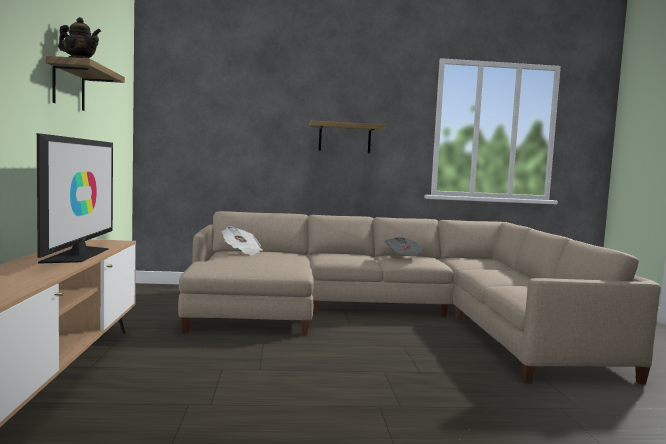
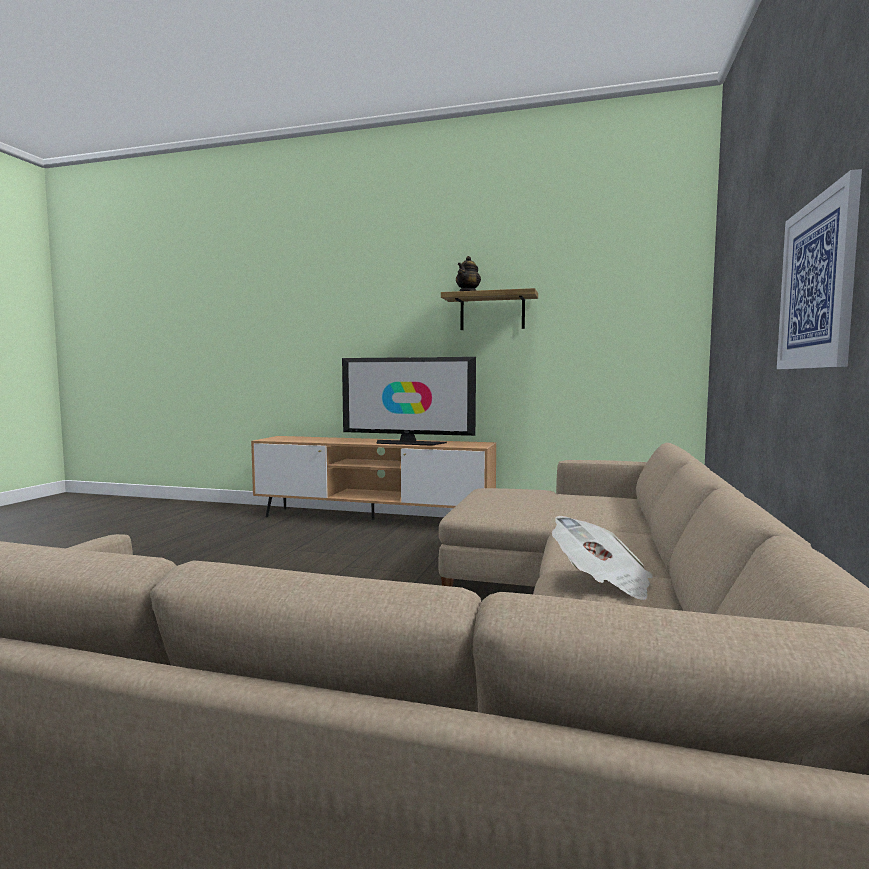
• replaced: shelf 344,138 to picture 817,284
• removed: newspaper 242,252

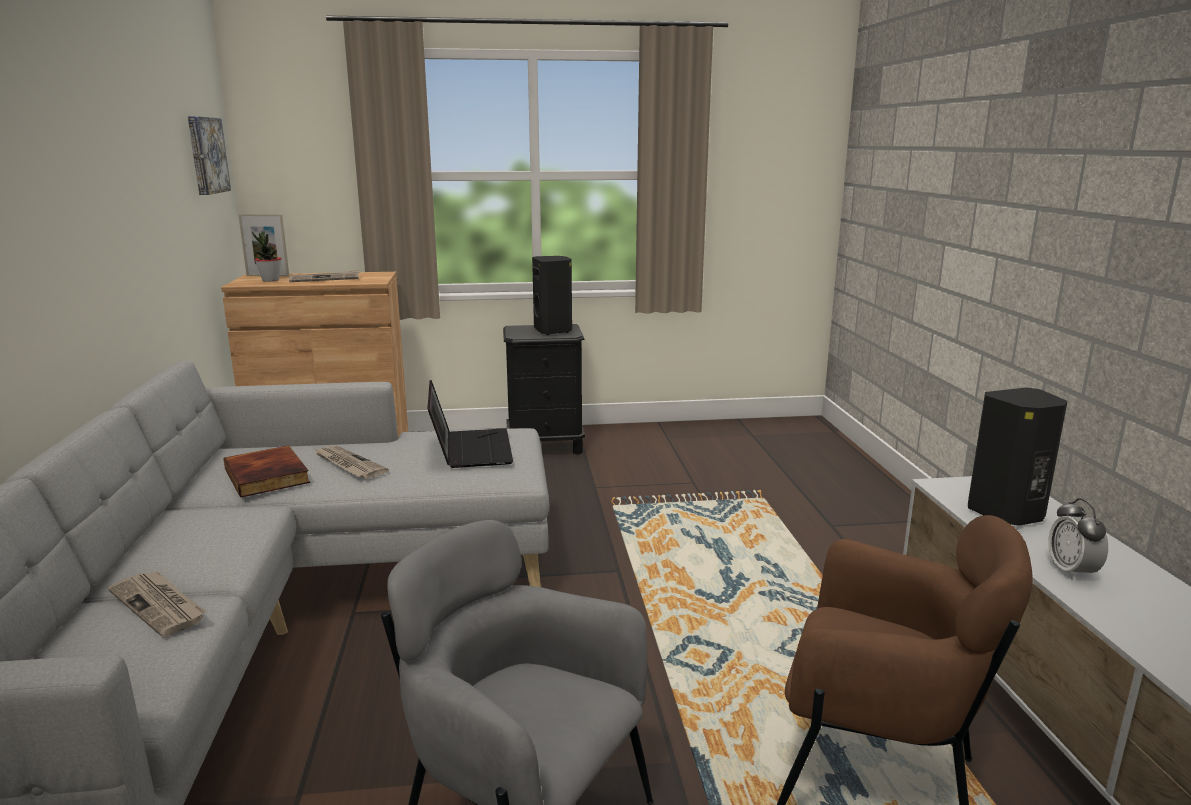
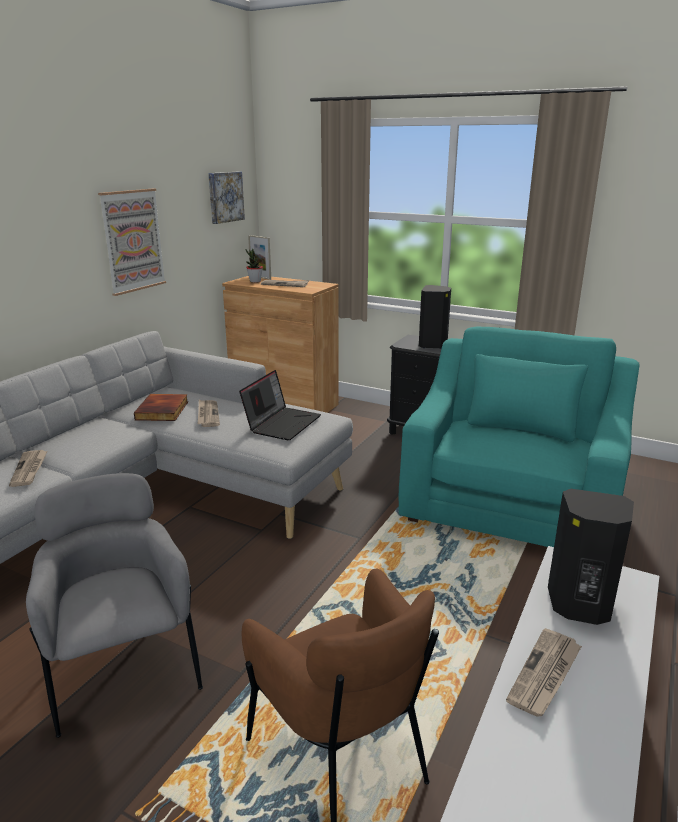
• added: picture 133,241
• added: turquoise armchair 511,501
• replaced: alarm clock 1071,571 to newspaper 545,675

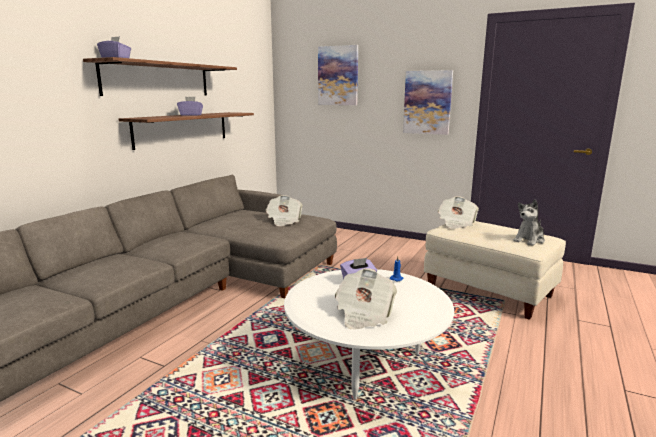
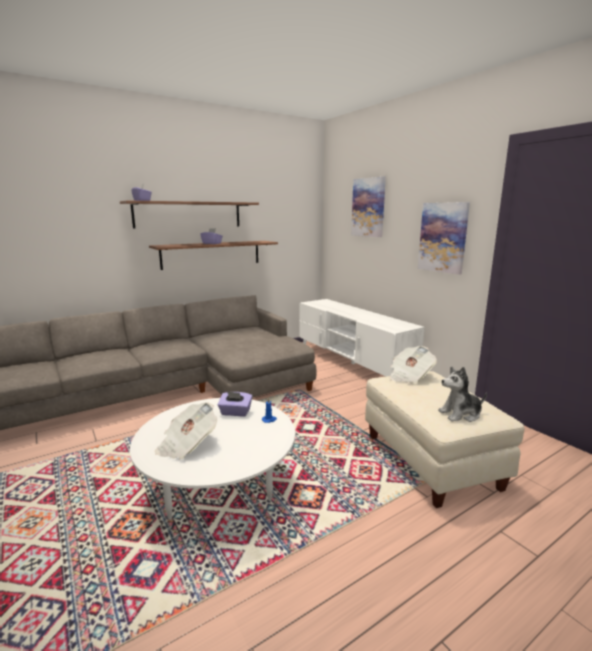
• added: white tv stand 352,364
• removed: newspaper 284,220

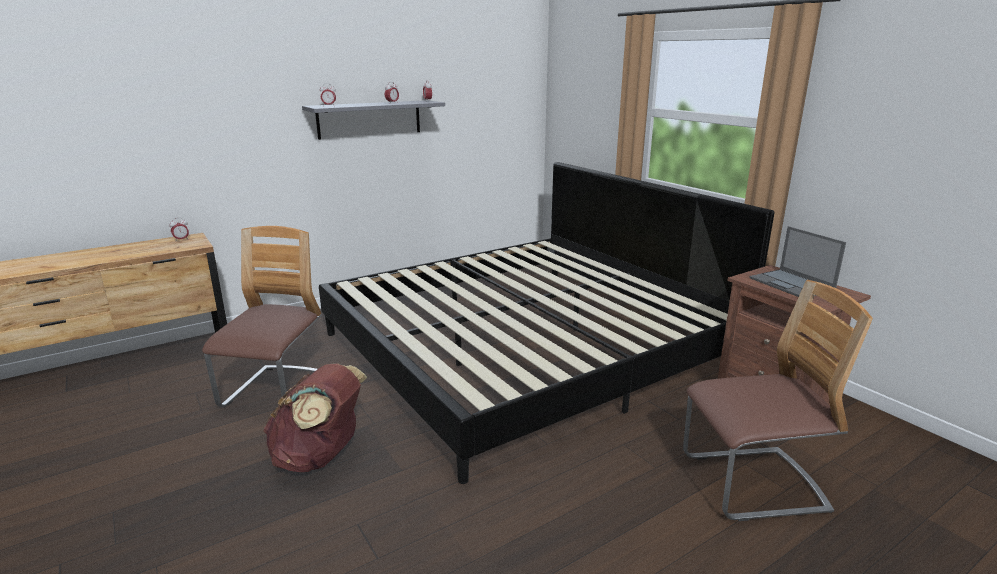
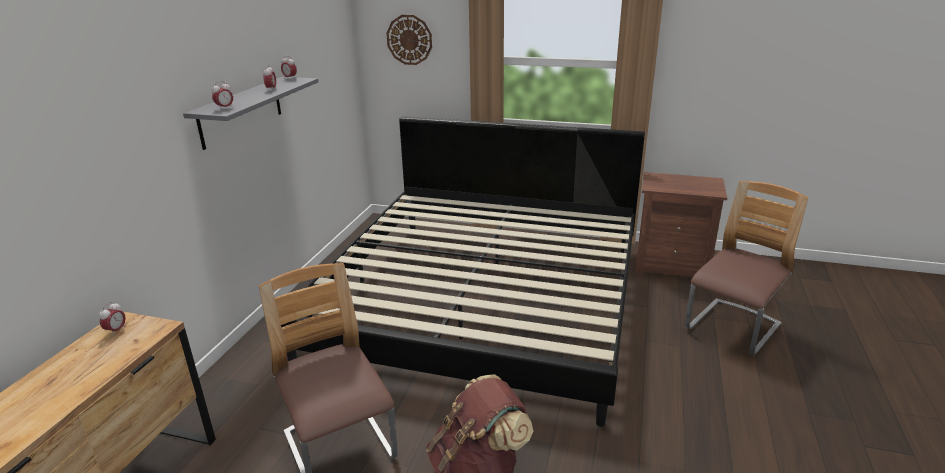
• added: wall clock 409,40
• removed: laptop 792,284

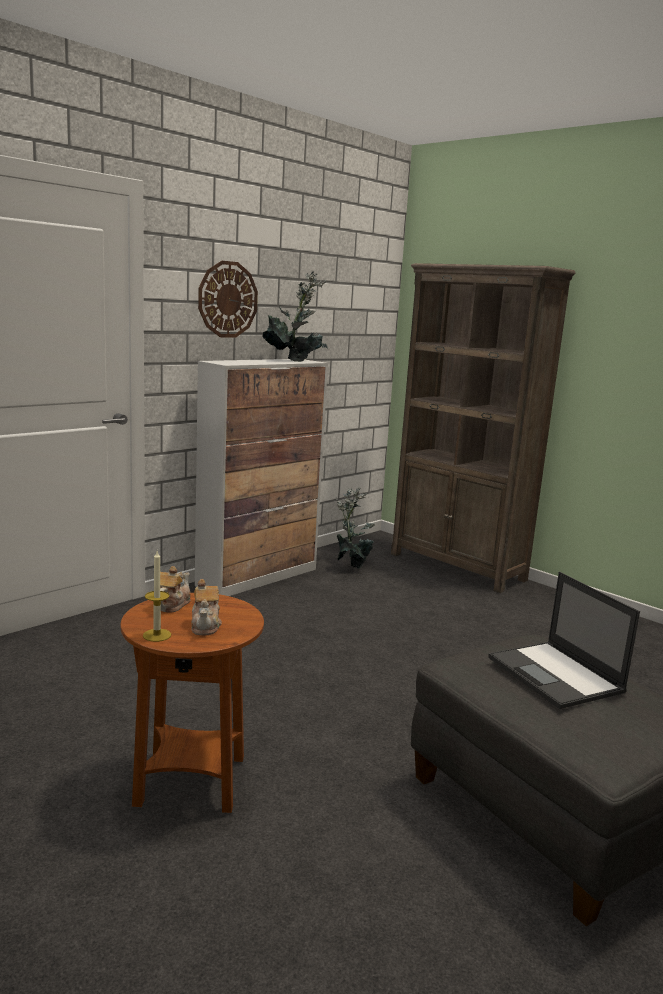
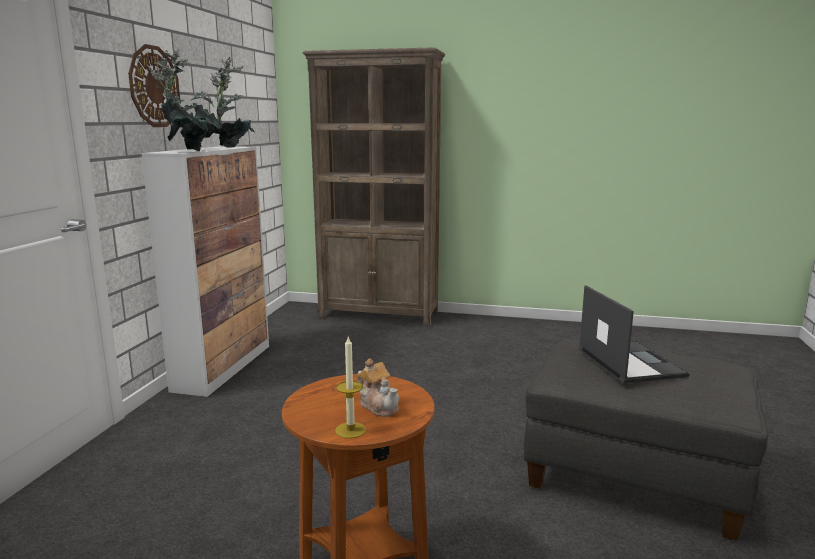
• moved: potted plant 351,565 to 186,151
• turned: laptop 556,675 = 629,362 135 degrees counterclockwise
• removed: teapot 171,605

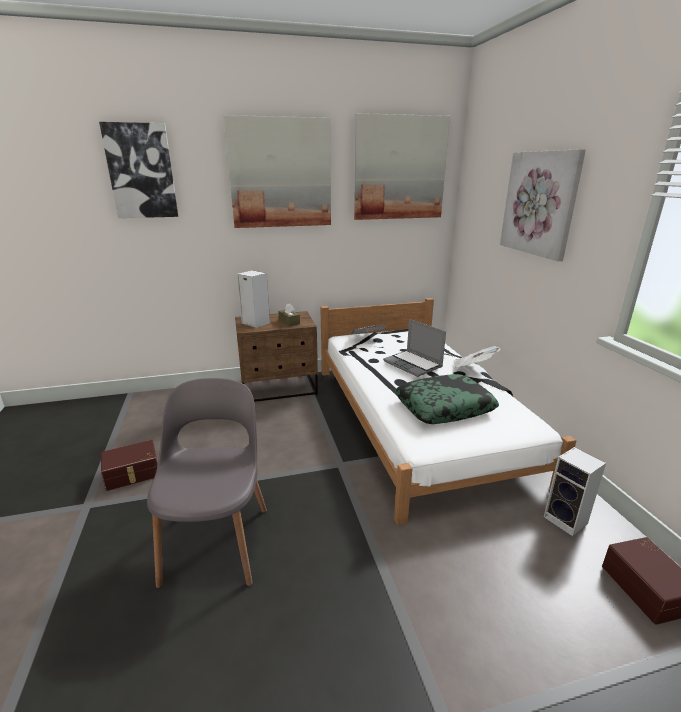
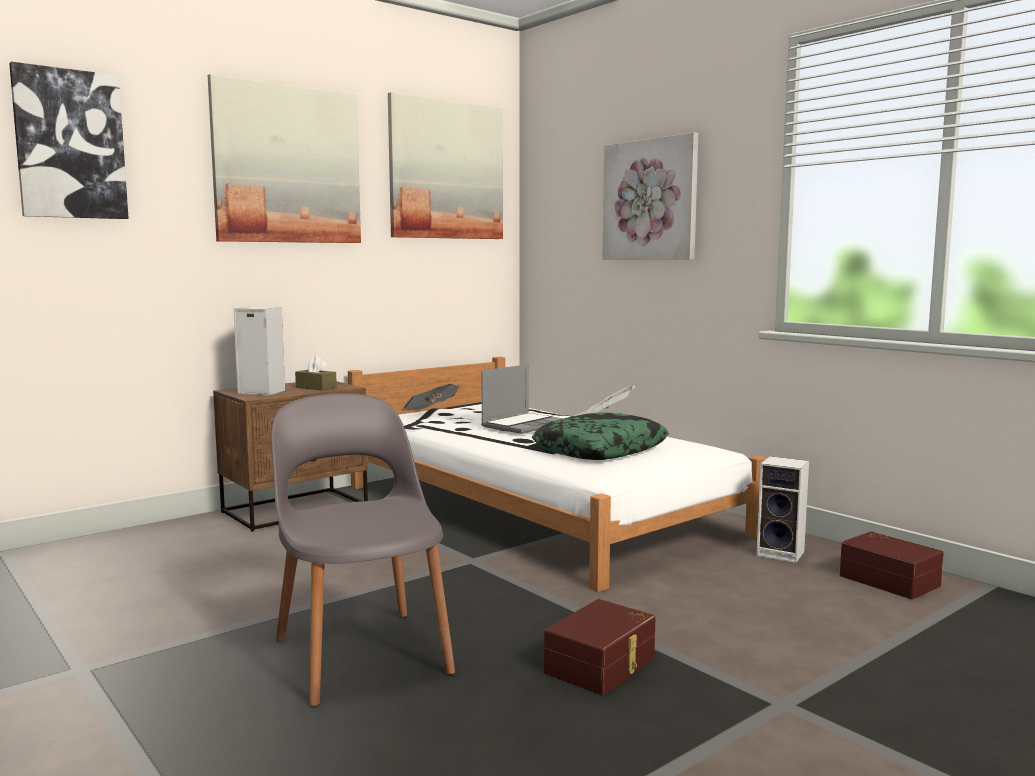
• turned: laptop 413,364 = 523,425 75 degrees counterclockwise
• moved: brown storage box 132,474 to 602,666

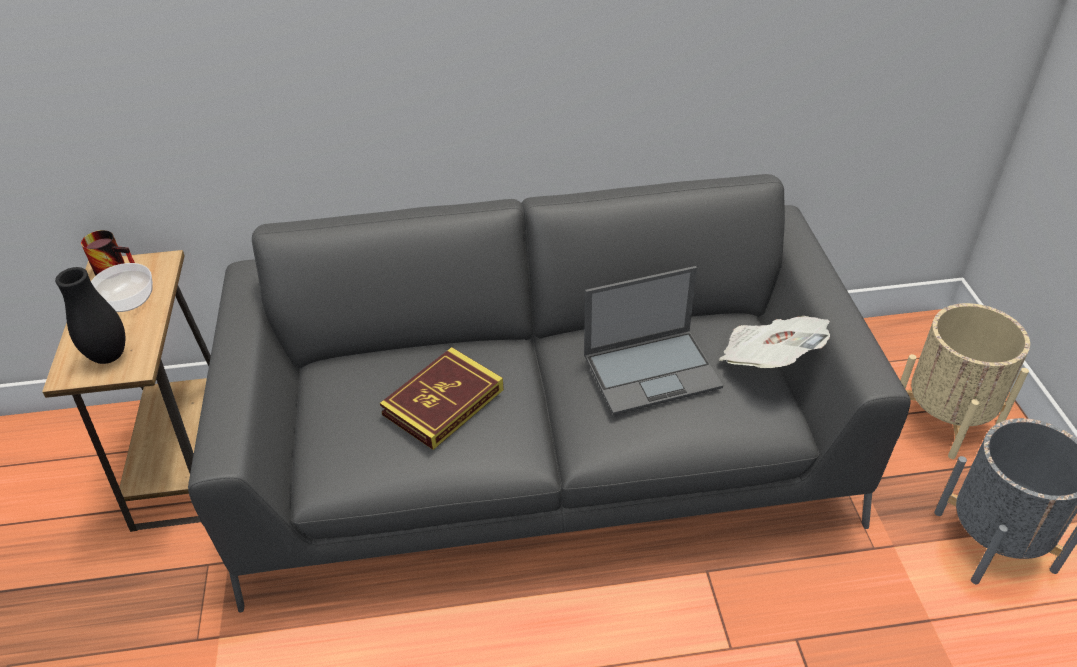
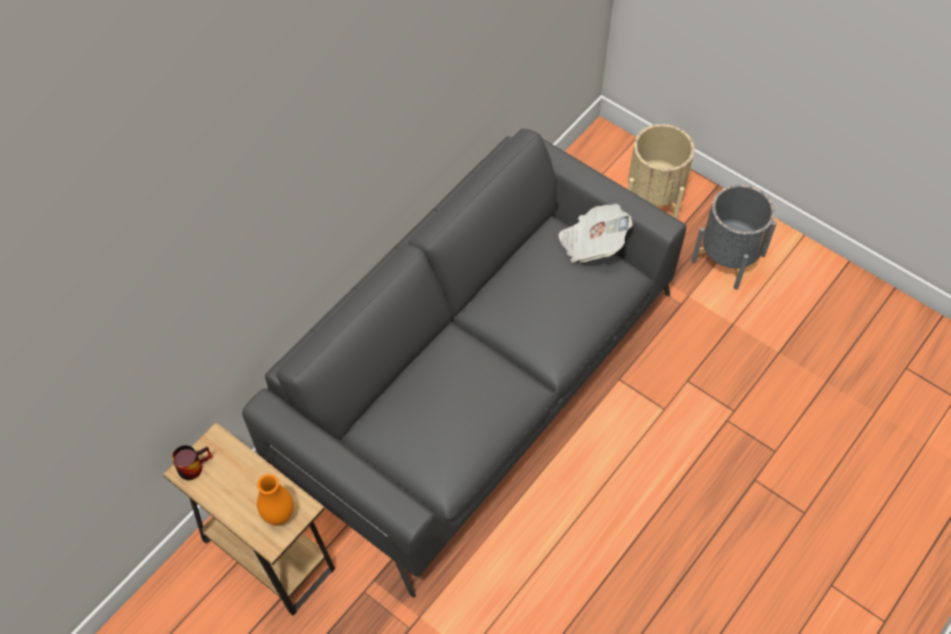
• recoloured: black vase 109,356 to orange vase 278,515
• removed: bowl 127,299
• removed: book 443,402
• removed: laptop 653,370

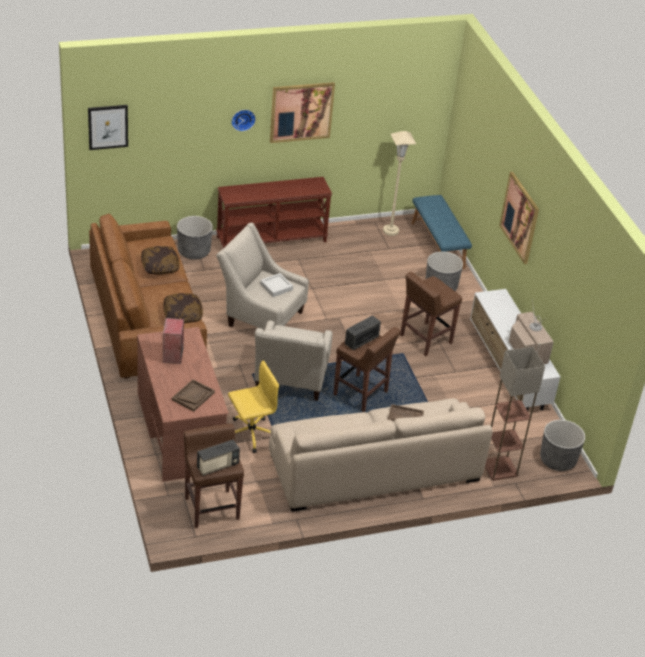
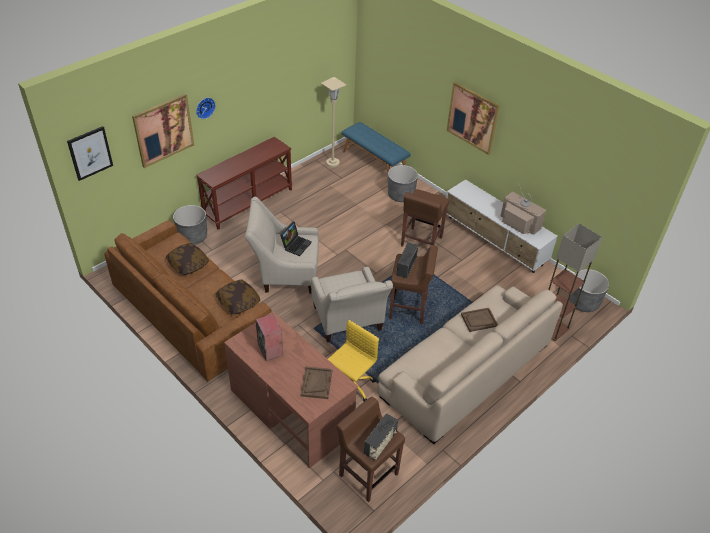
• moved: picture 301,112 to 163,130
• replaced: grey tray 276,287 to laptop 296,244

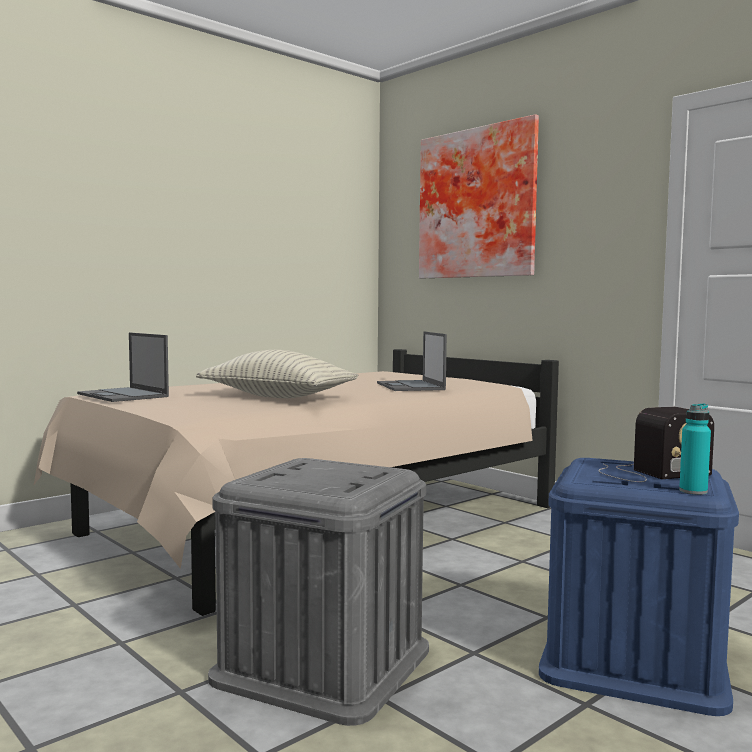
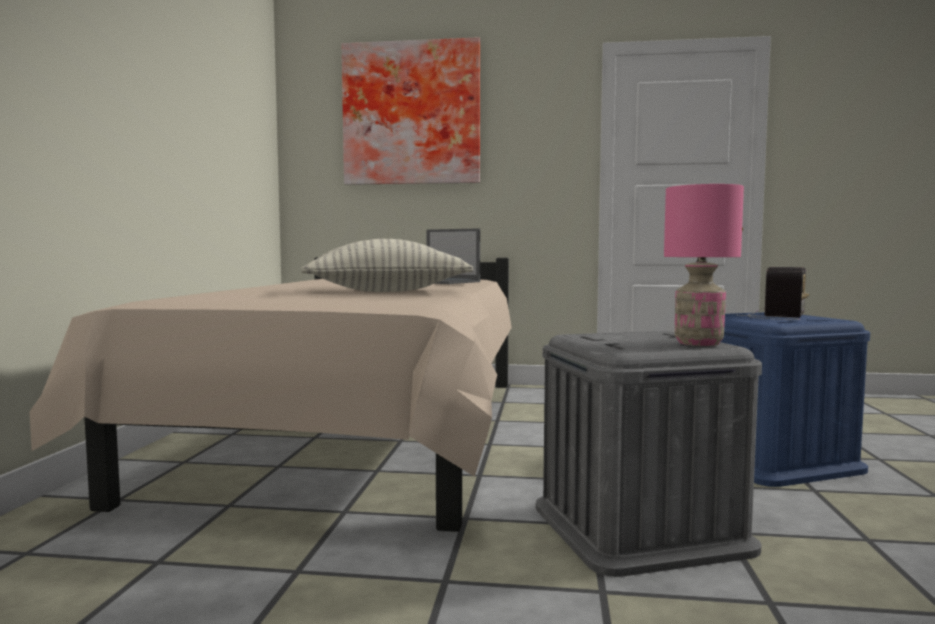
• added: pink table lamp 699,343
• removed: laptop 123,395
• removed: turquoise bottle 693,491

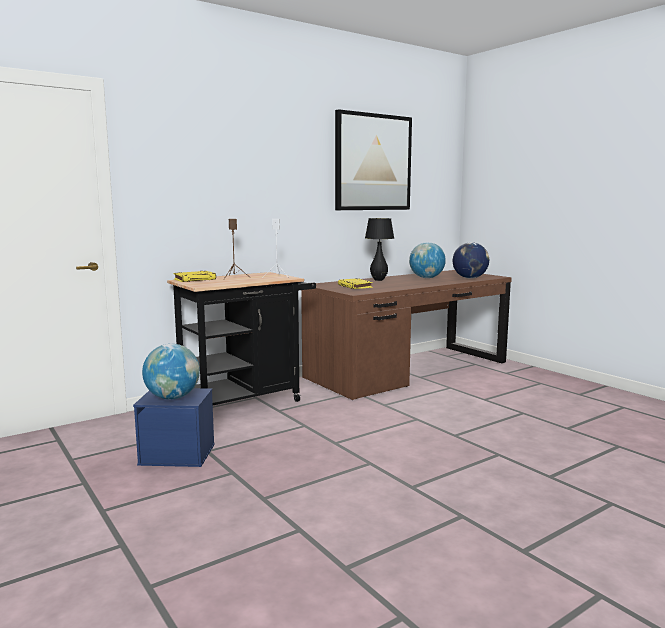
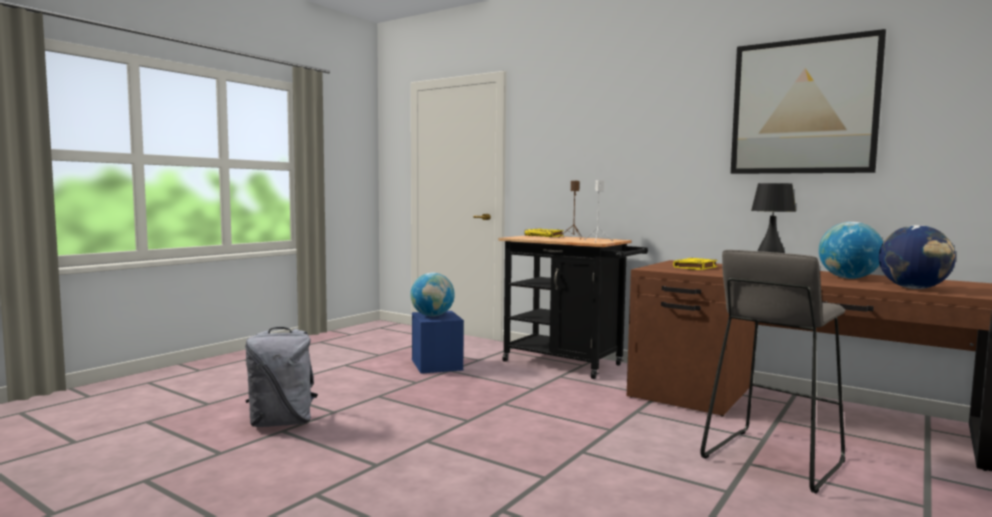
• added: grey backpack 282,422
• added: grey stool 772,459

